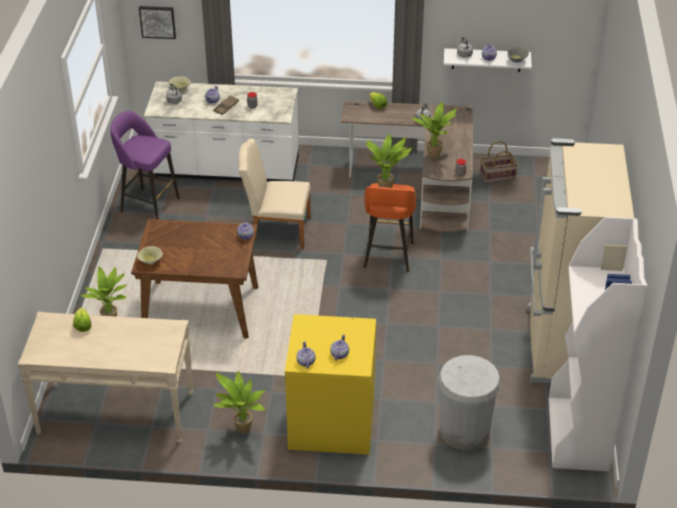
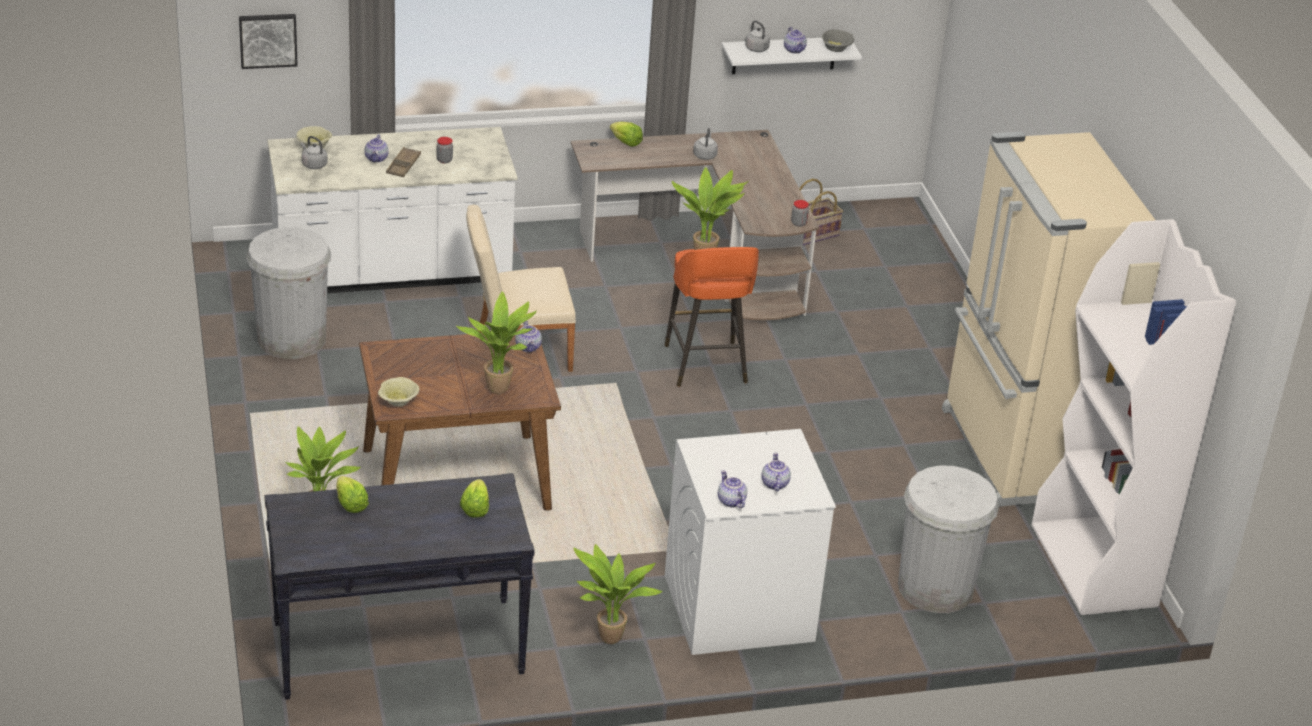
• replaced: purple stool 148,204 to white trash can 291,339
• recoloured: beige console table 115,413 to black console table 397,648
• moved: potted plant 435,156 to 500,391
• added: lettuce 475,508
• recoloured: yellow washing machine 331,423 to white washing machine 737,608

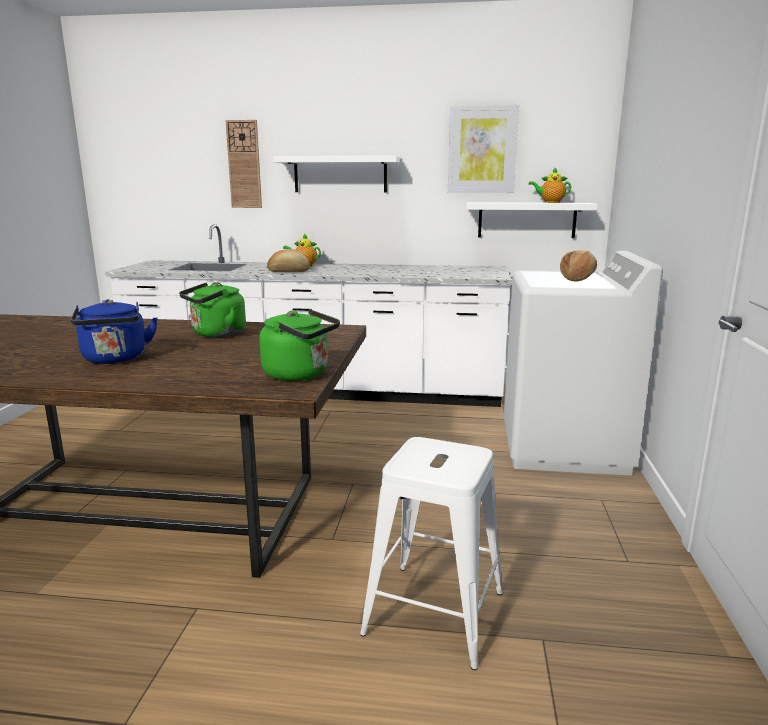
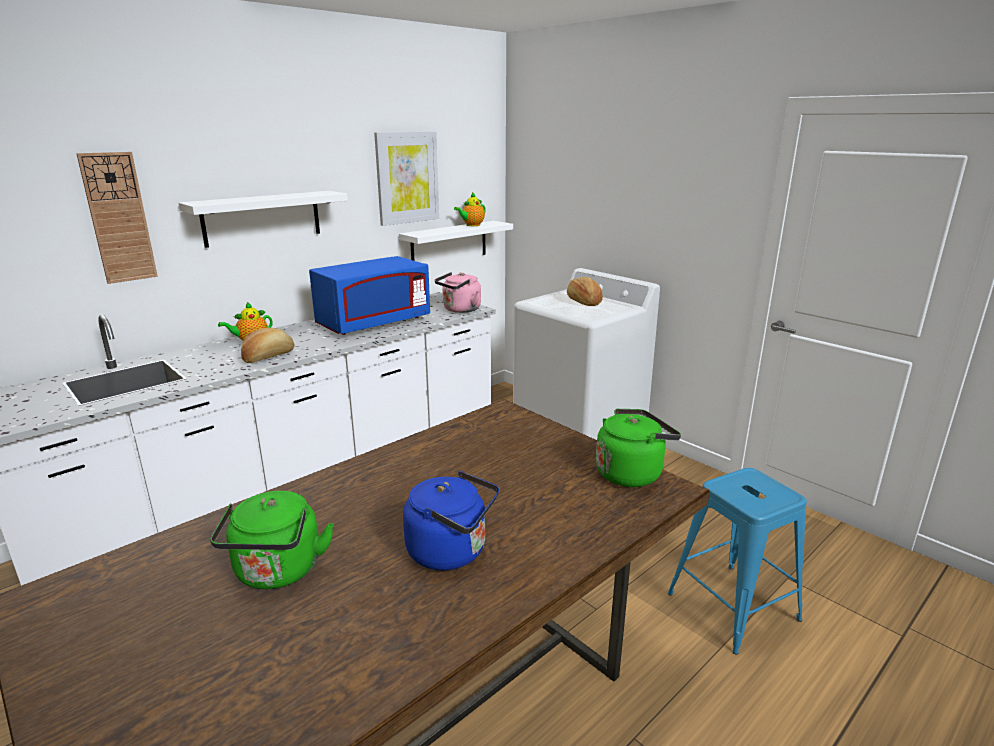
• moved: green kettle 216,334 to 278,572
• added: blue microwave 374,323
• added: pink kettle 460,310
• recoloured: white stool 434,612 to blue stool 732,606

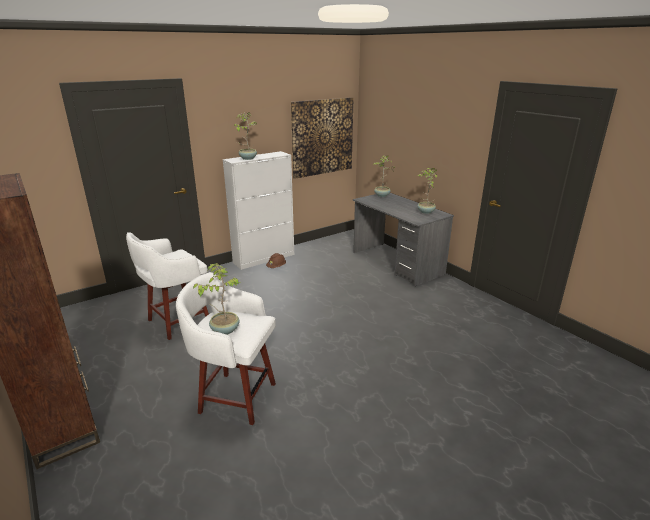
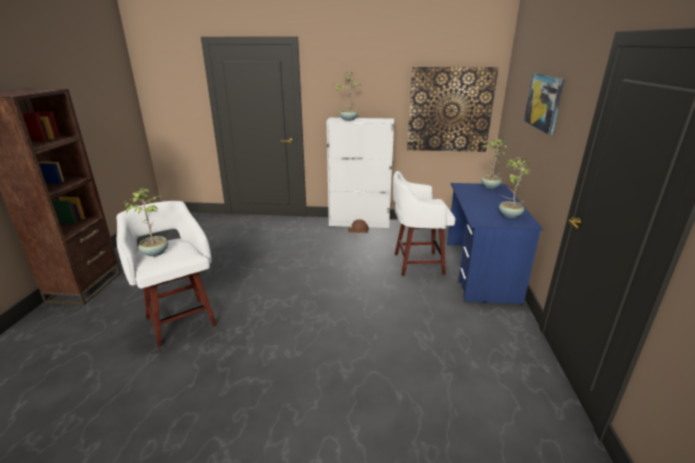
• moved: white stool 177,322 to 416,264
• recoloured: grey desk 397,263 to blue desk 480,271
• added: picture 543,102

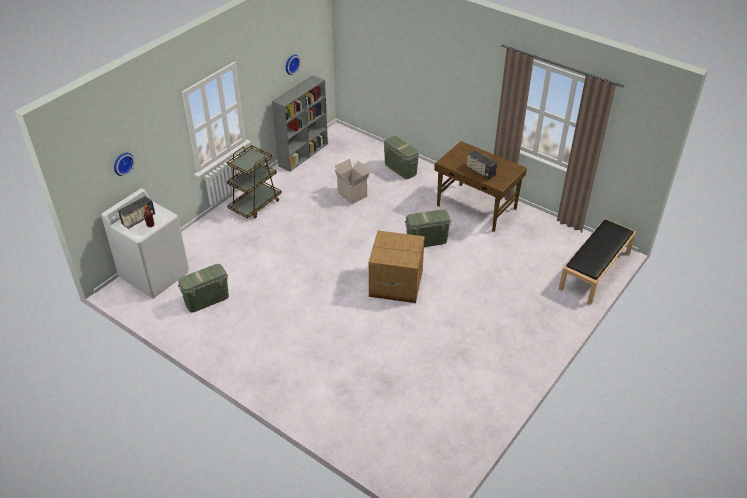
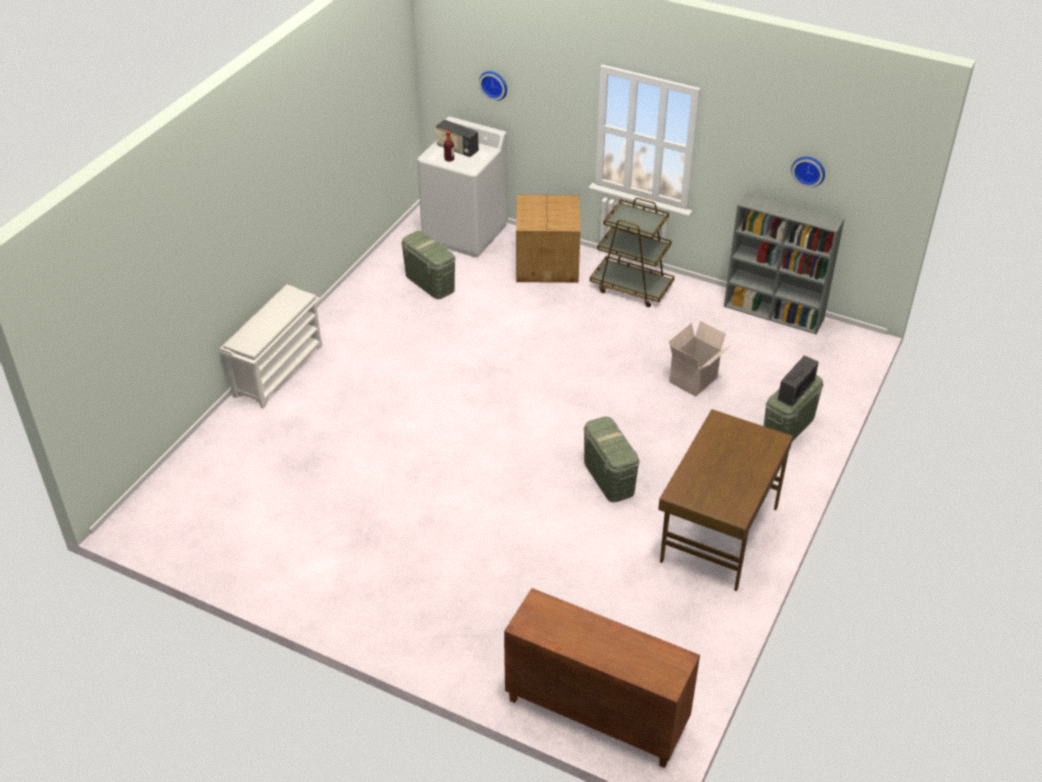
• added: white shoe rack 278,370
• replaced: black bench 595,271 to brown cabinet 594,714
• moved: cardboard box 395,282 to 548,263
• moved: radio 480,172 to 795,391

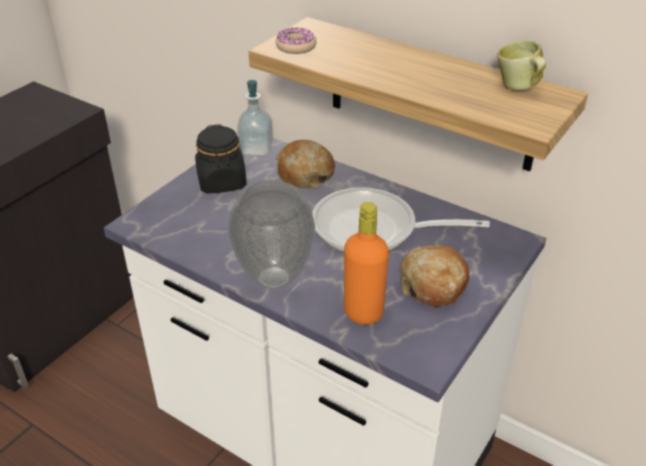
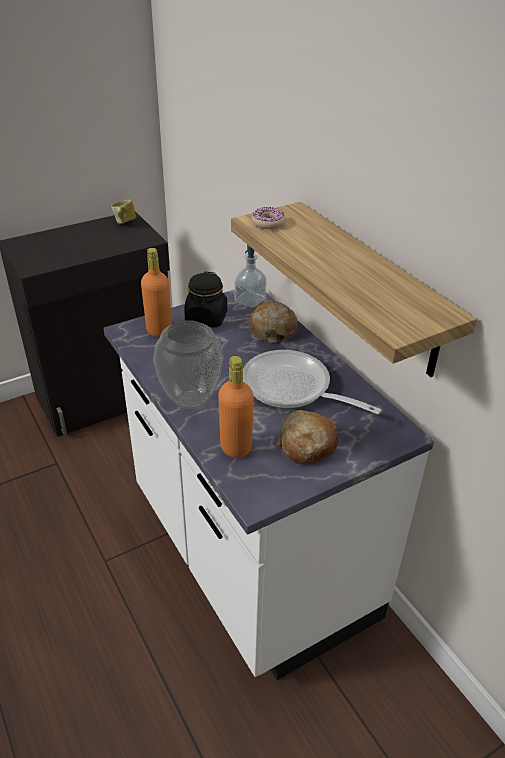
• moved: mug 519,88 to 123,223
• added: orange bottle 159,330

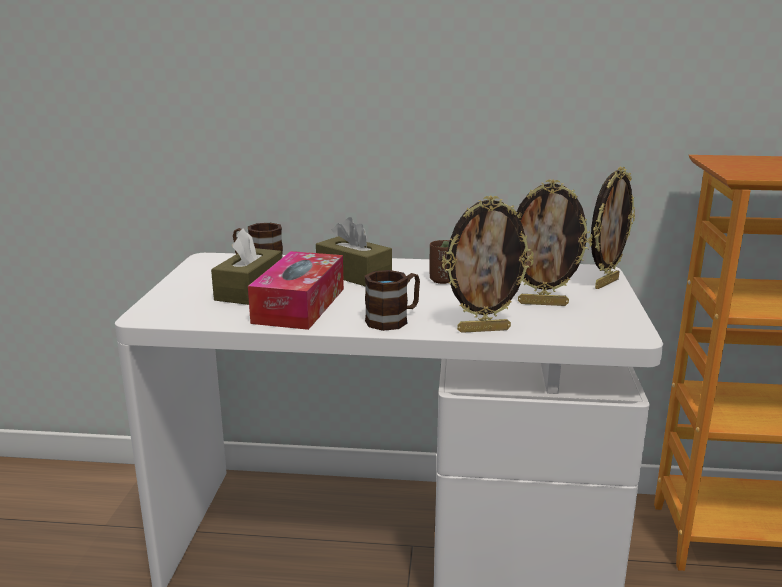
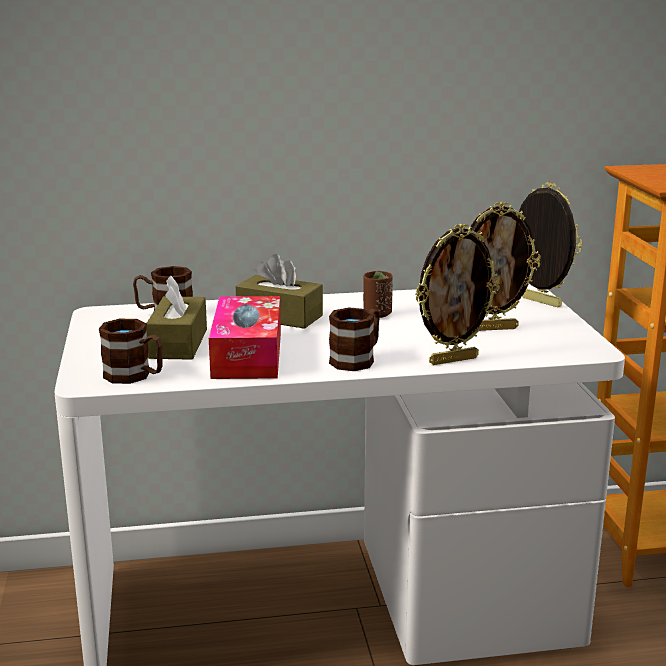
• added: brown mug 135,376
• turned: picture frame 605,283 = 539,302 75 degrees counterclockwise

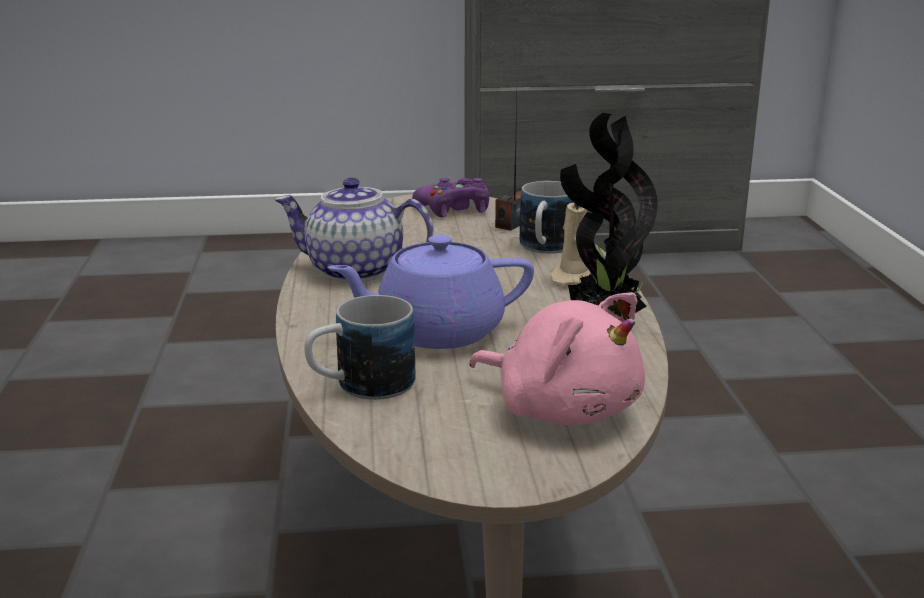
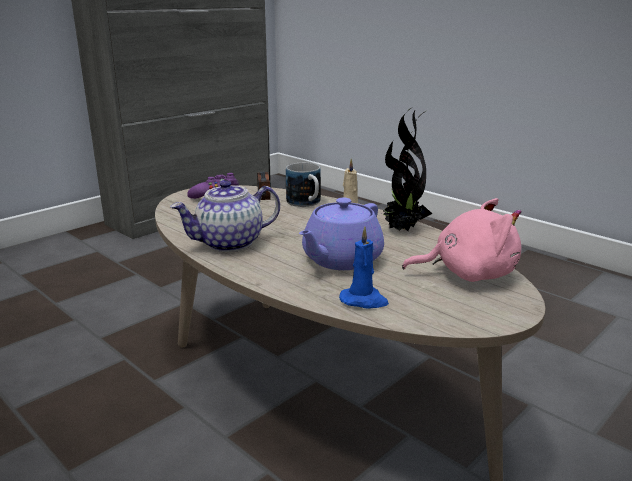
• replaced: mug 360,387 to blue candle 364,300

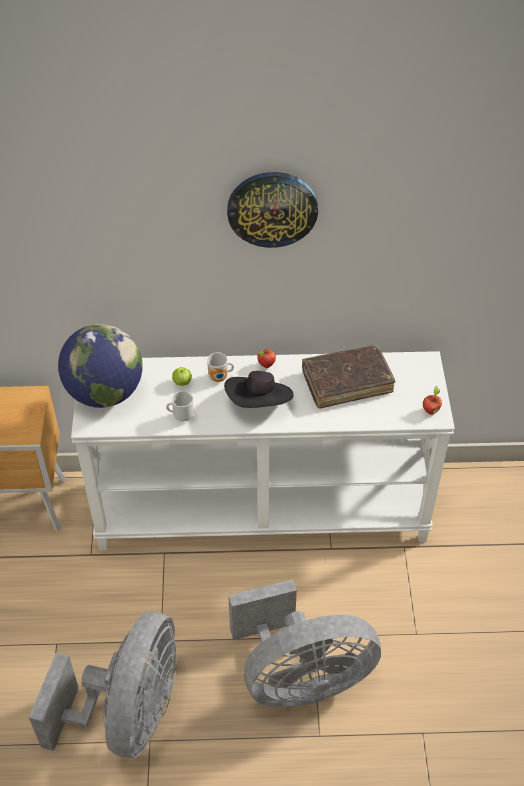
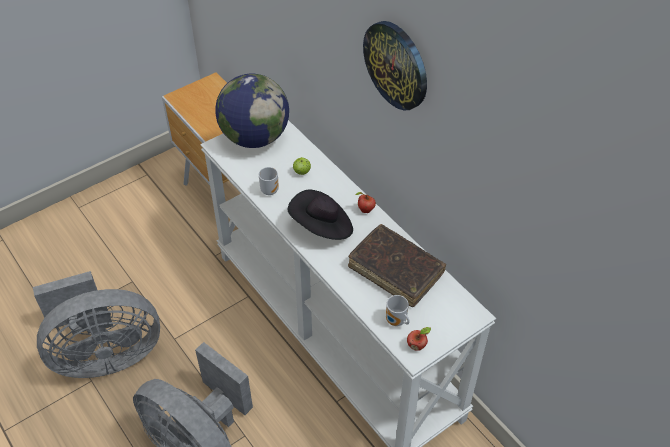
• moved: mug 219,378 to 396,322

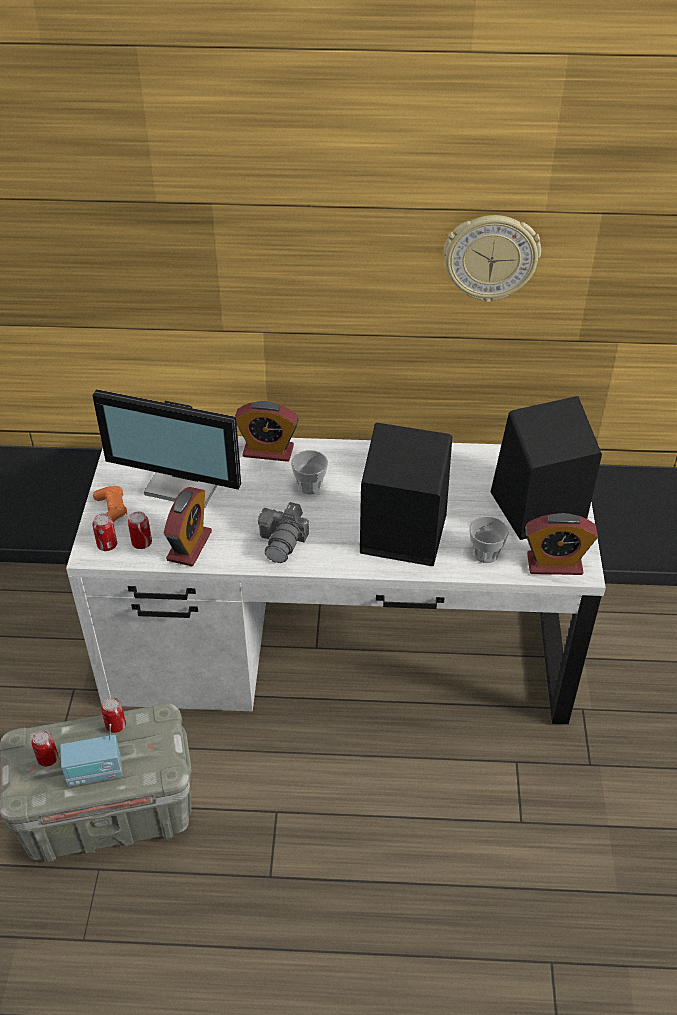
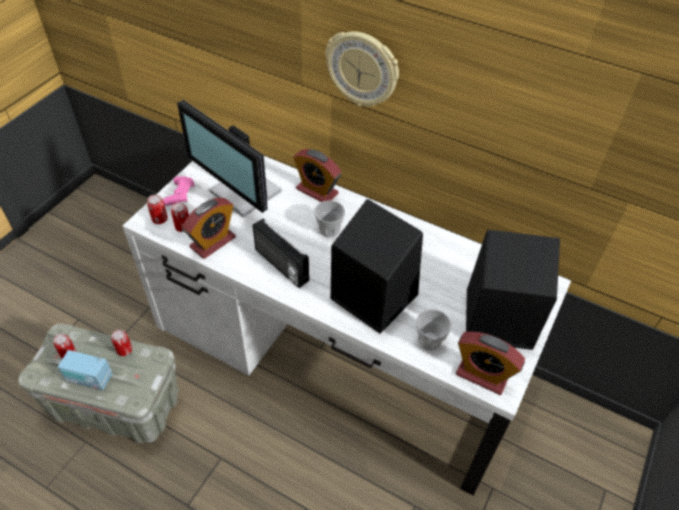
• recoloured: orange game controller 111,510 to pink game controller 180,195
• replaced: photo camera 283,541 to radio 280,266
• moved: wall clock 491,257 to 362,69

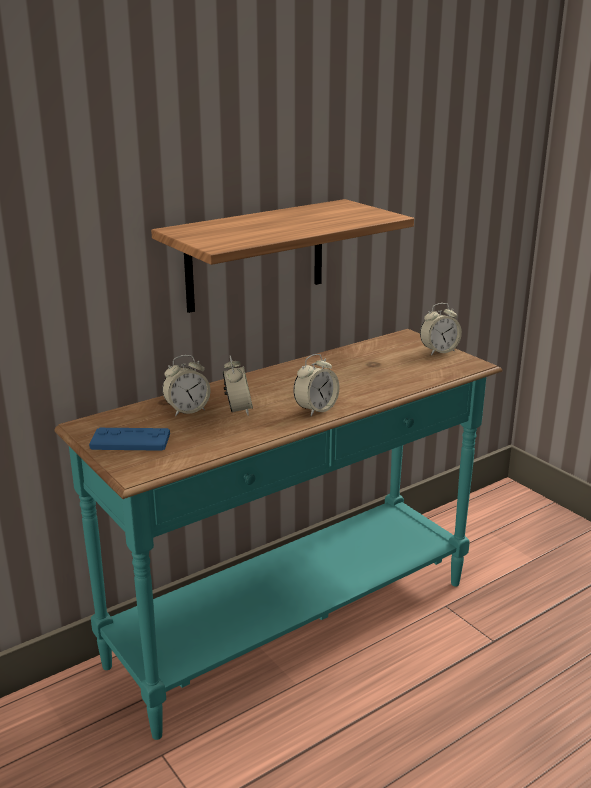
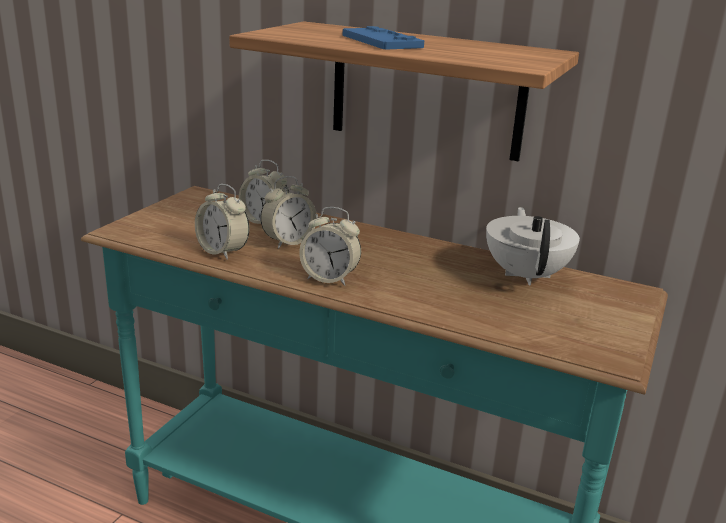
• moved: alarm clock 439,351 to 222,252
• moved: blue game controller 130,441 to 381,41
• added: white teapot 526,275

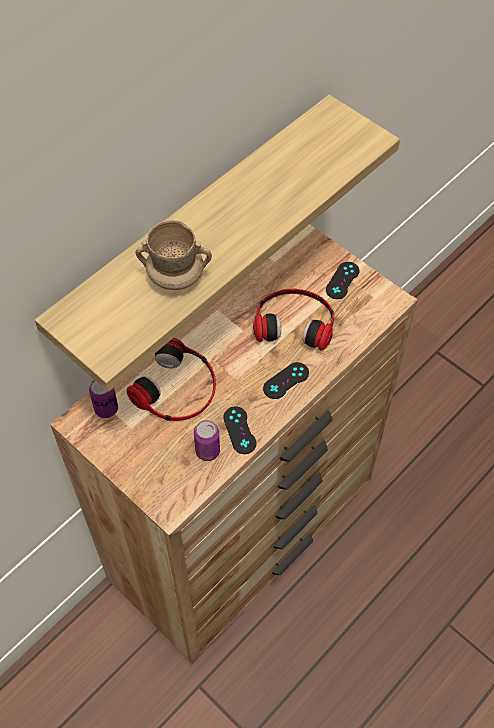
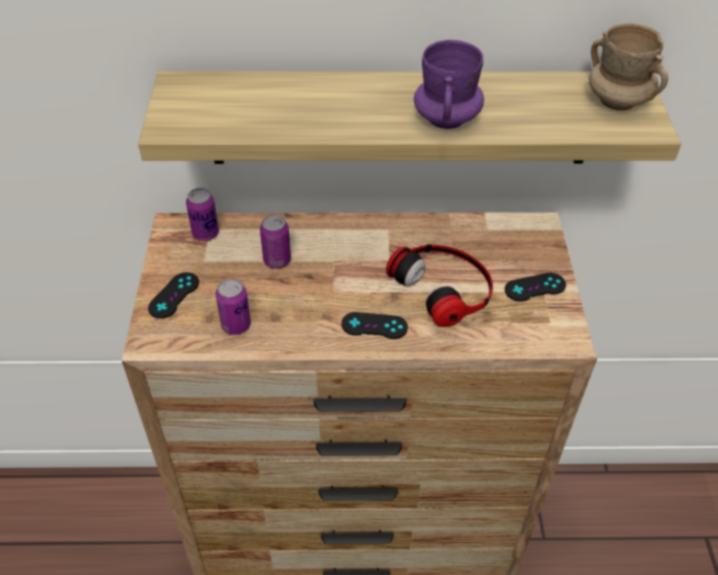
• moved: black game controller 239,430 to 174,295
• replaced: headphones 177,388 to can 277,260
• added: purple mug 446,119
• moved: beige mug 176,277 to 618,101

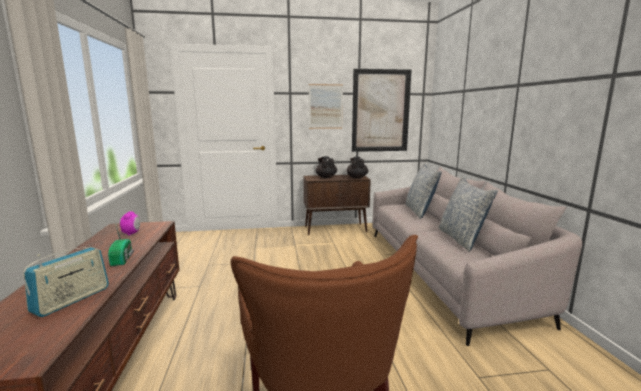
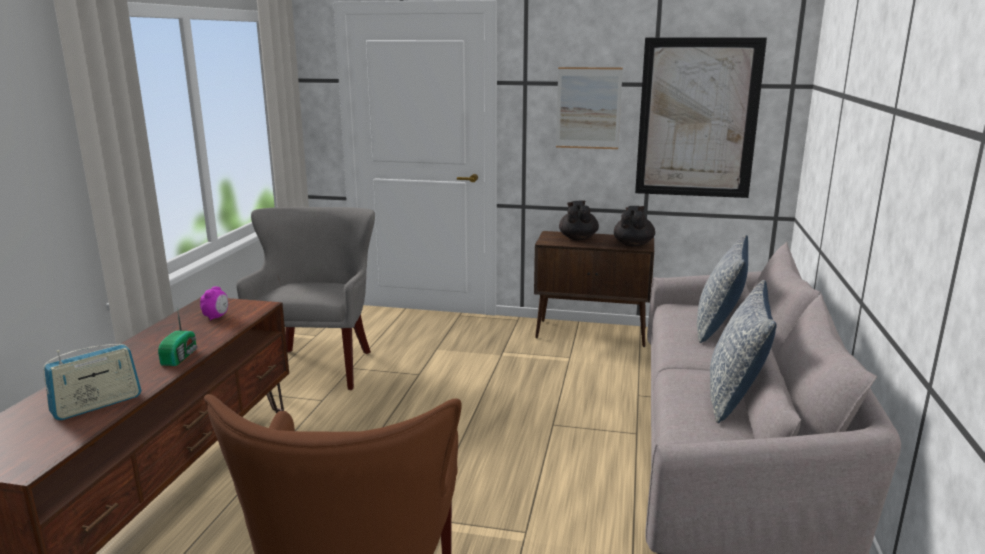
• added: grey armchair 319,367

